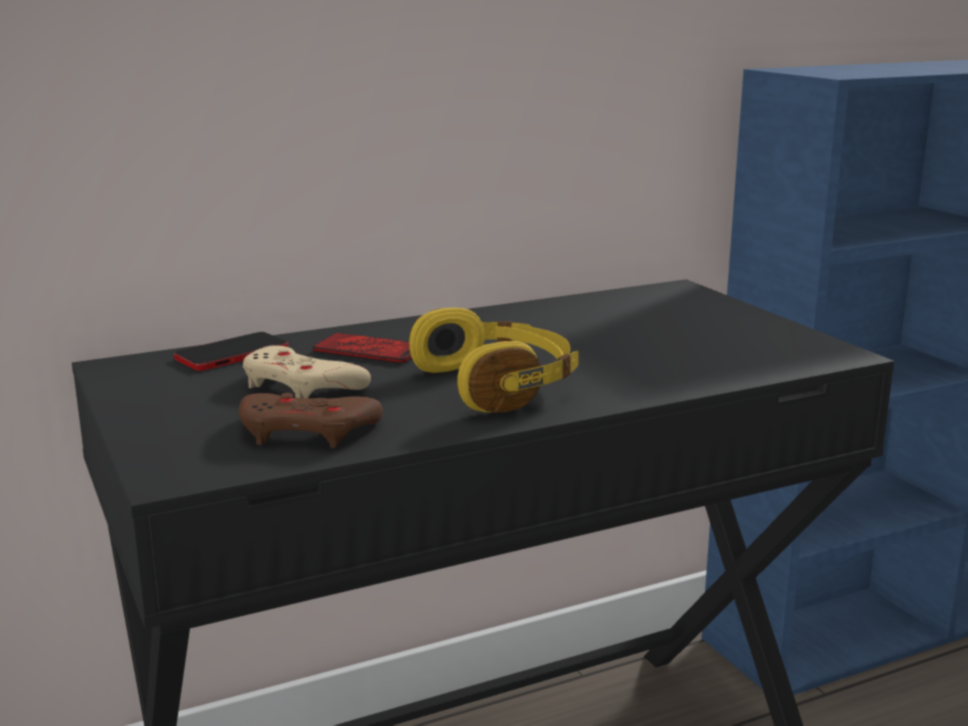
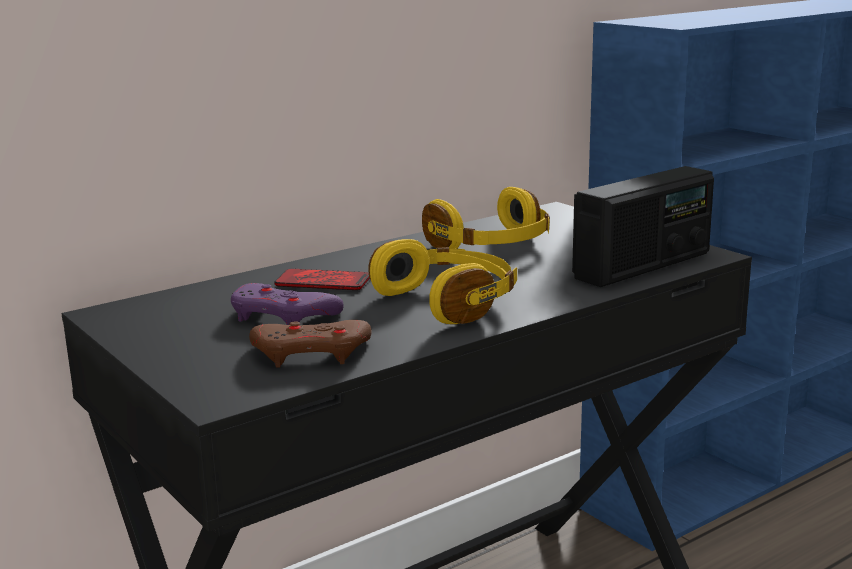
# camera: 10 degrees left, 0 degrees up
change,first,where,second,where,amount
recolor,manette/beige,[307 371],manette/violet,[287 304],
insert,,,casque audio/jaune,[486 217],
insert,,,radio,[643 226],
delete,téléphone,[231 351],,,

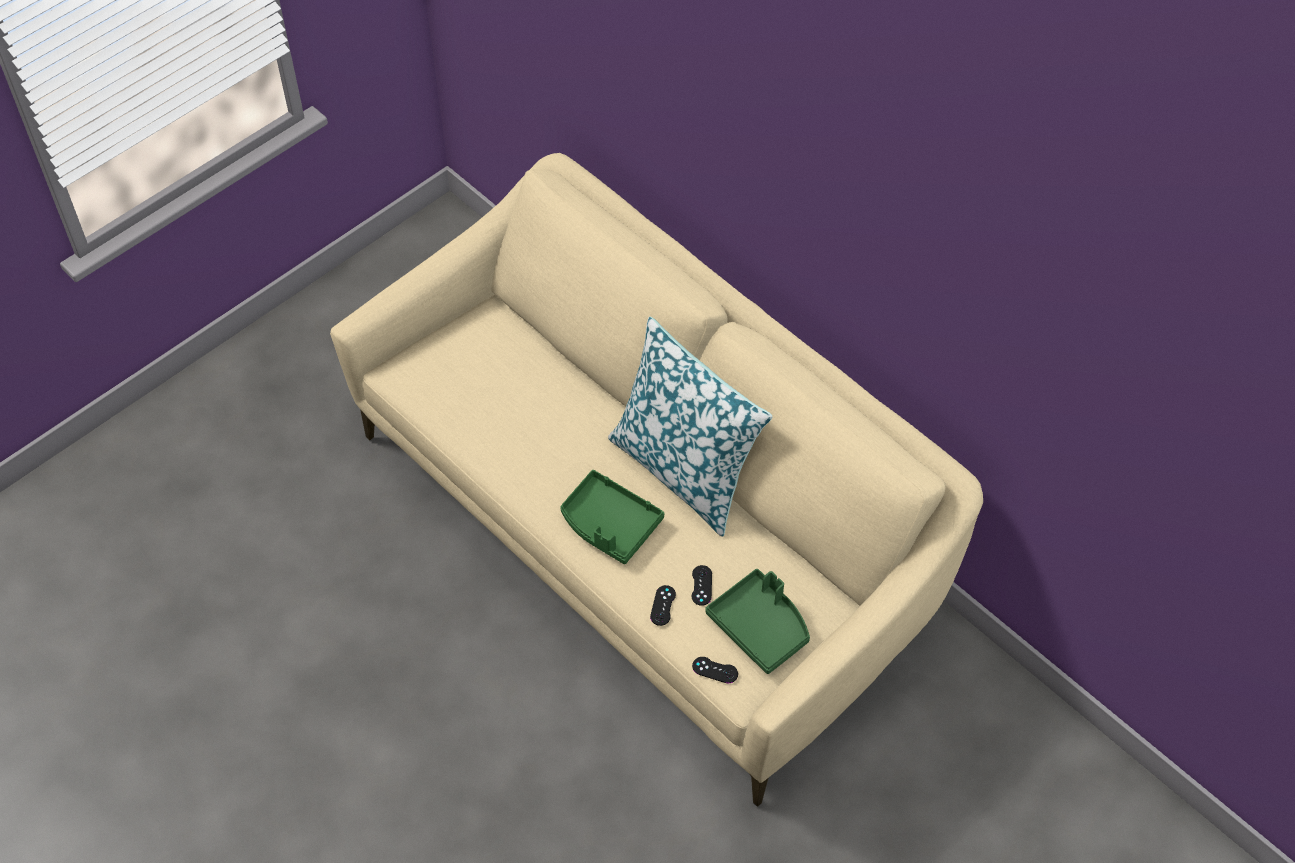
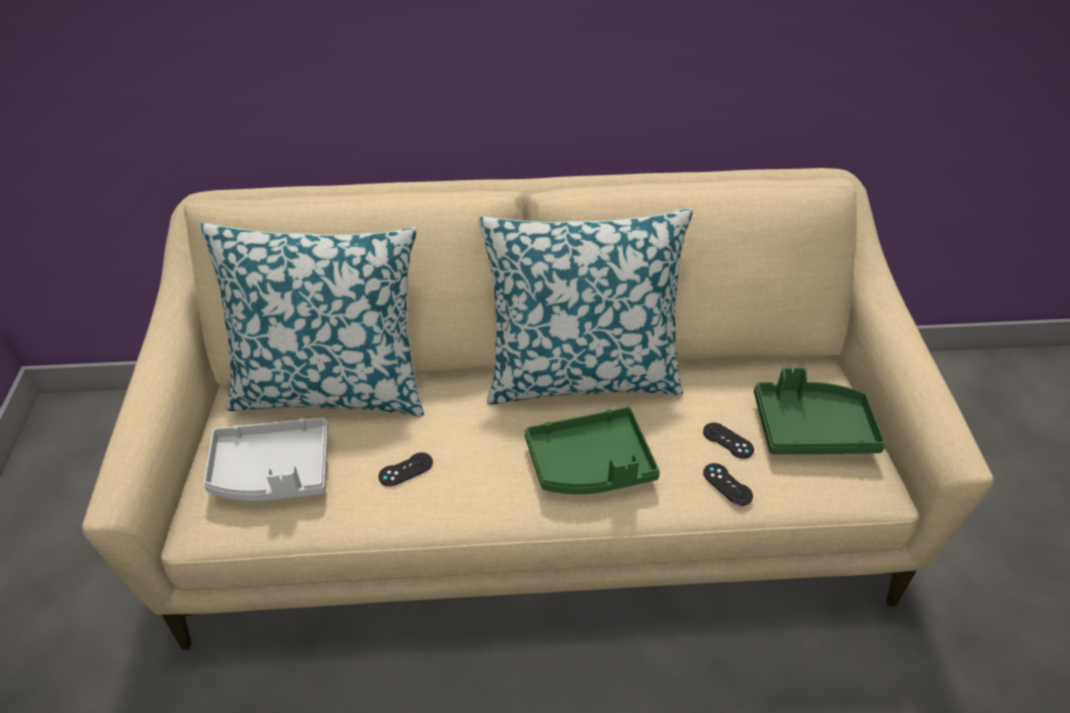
# camera: 50 degrees left, 10 degrees down
change,first,where,second,where,amount
insert,,,coussin,[312 319],
insert,,,plateau/gris,[266 459],
move,manette/noir,[715 670],,[405 469],

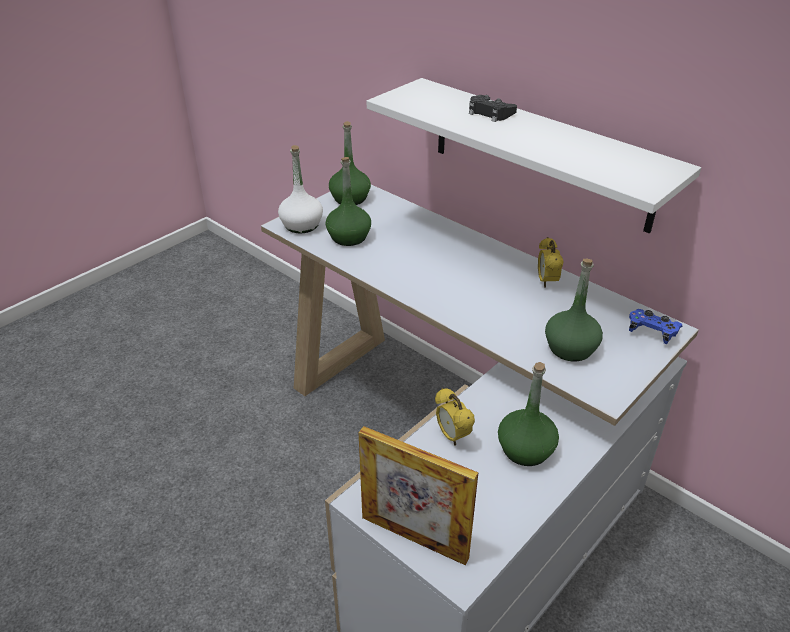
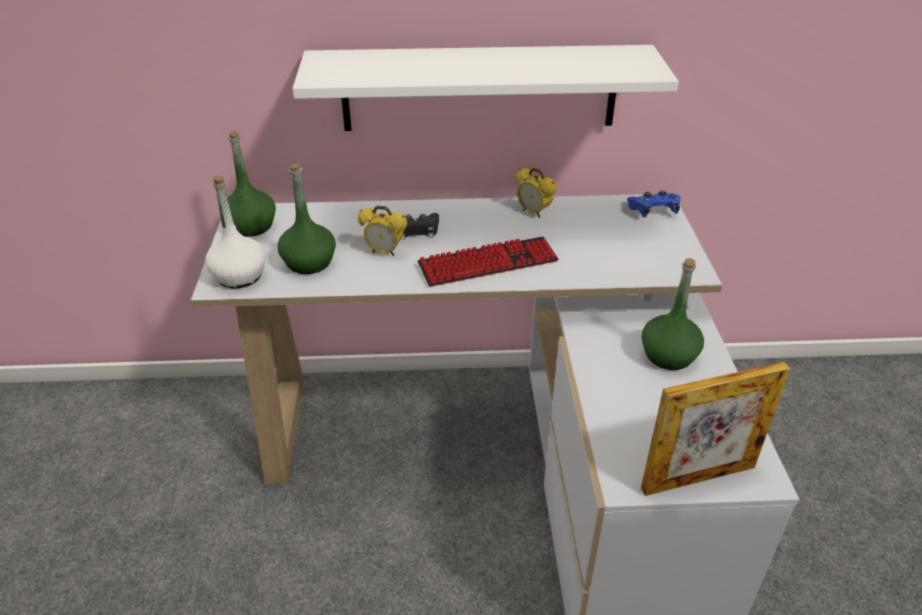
# camera: 45 degrees left, 0 degrees up
change,first,where,second,where,amount
move,réveil,[455 417],,[382 231],
move,manette/noir,[493 108],,[420 226],
insert,,,clavier,[488 261],
delete,bouteille/vert,[574 310],,,

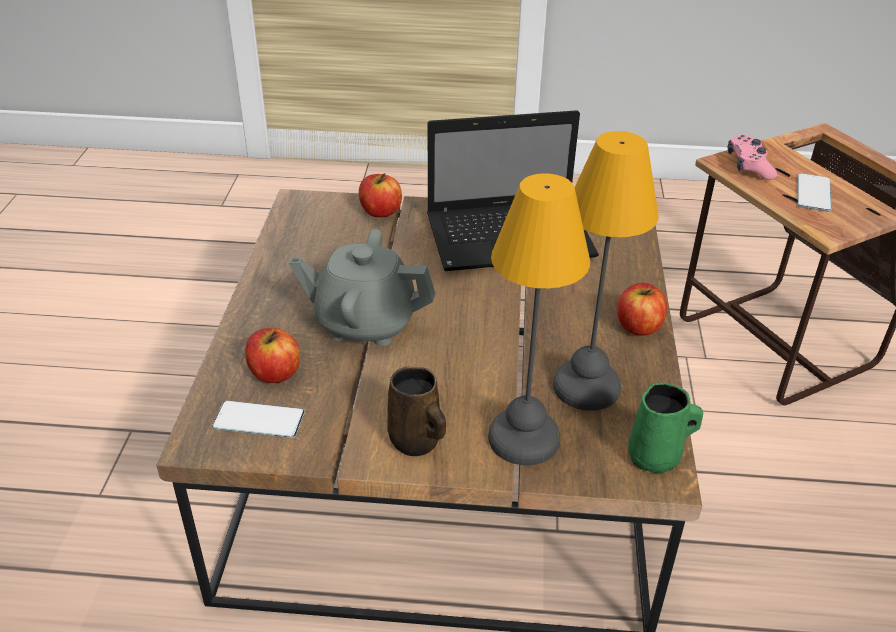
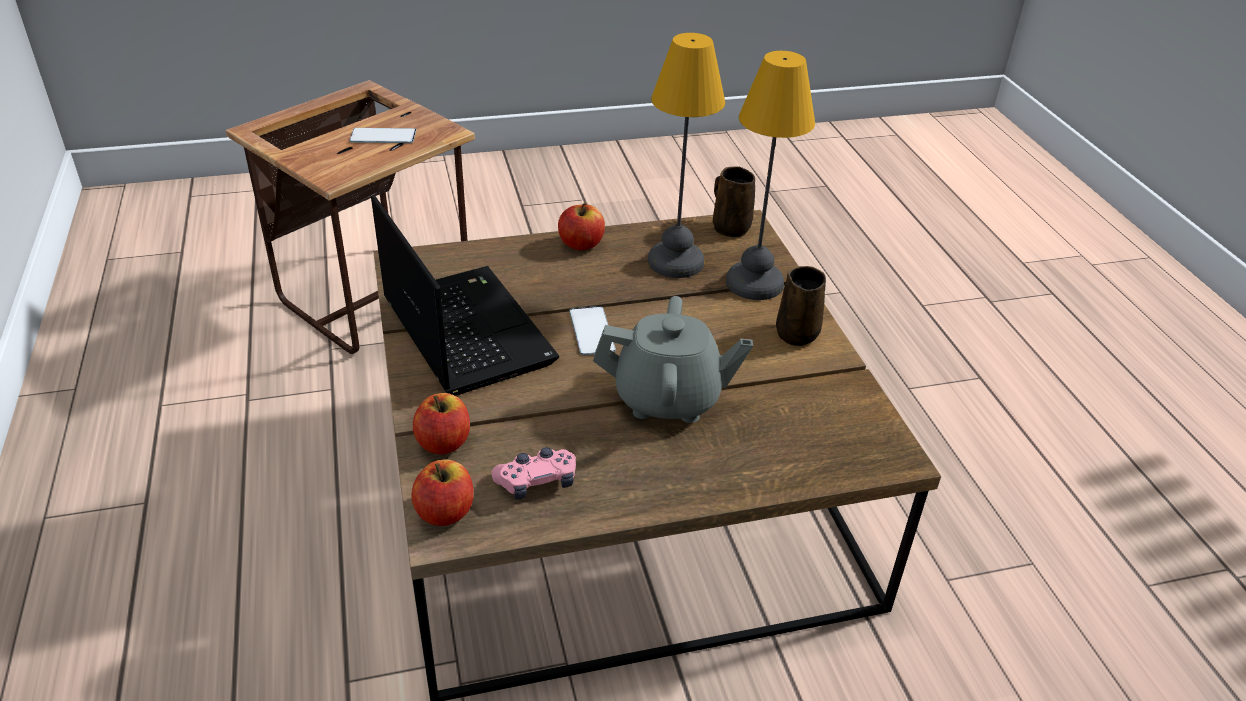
# camera: 110 degrees left, 0 degrees up
change,first,where,second,where,amount
move,pomme,[272 355],,[442 492],
move,manette/rose,[752 157],,[534 473],
move,téléphone,[258 419],,[592 330],
rotate,théière/gris,[362 287],,[673 359],75 degrees counterclockwise
recolor,mug/vert,[665 428],mug/marron,[734 201],

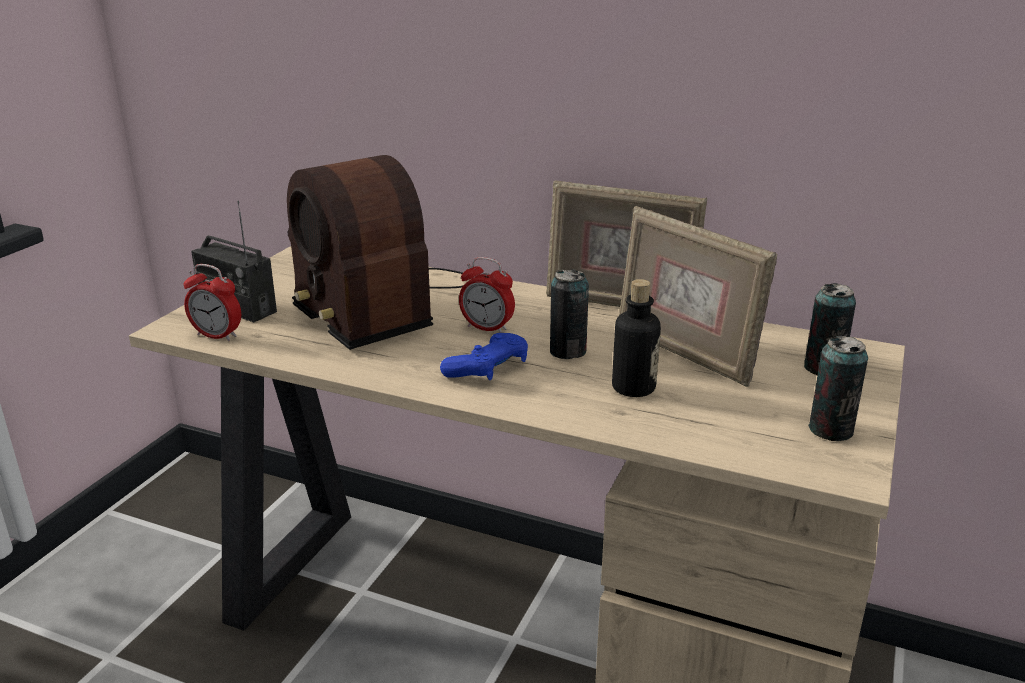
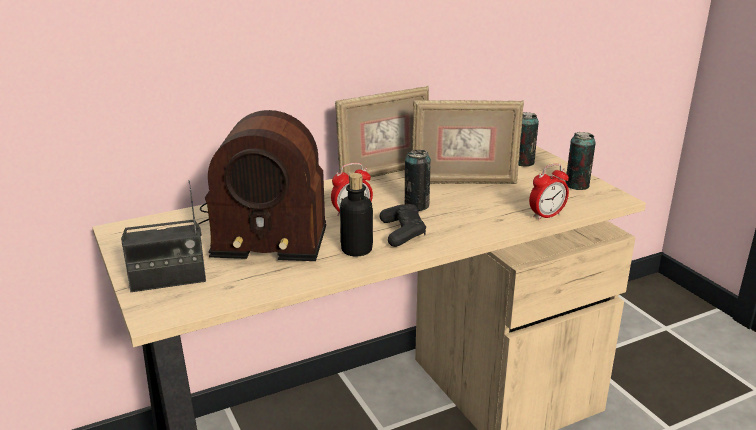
# camera: 50 degrees left, 0 degrees up
change,first,where,second,where,amount
move,bouteille,[636 338],,[356 214],
recolor,manette/bleu,[484 356],manette/noir,[403 225],
move,réveil,[212 302],,[549 192],

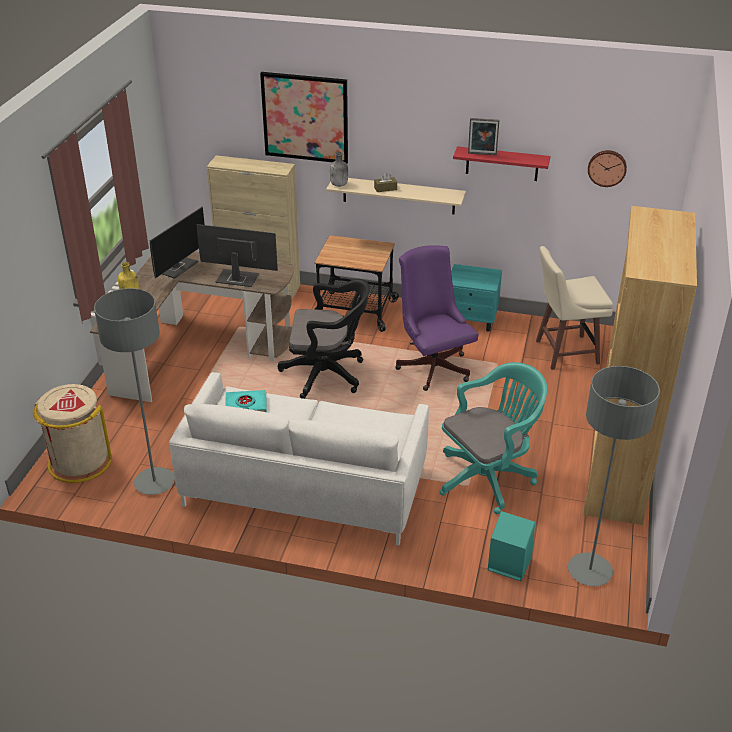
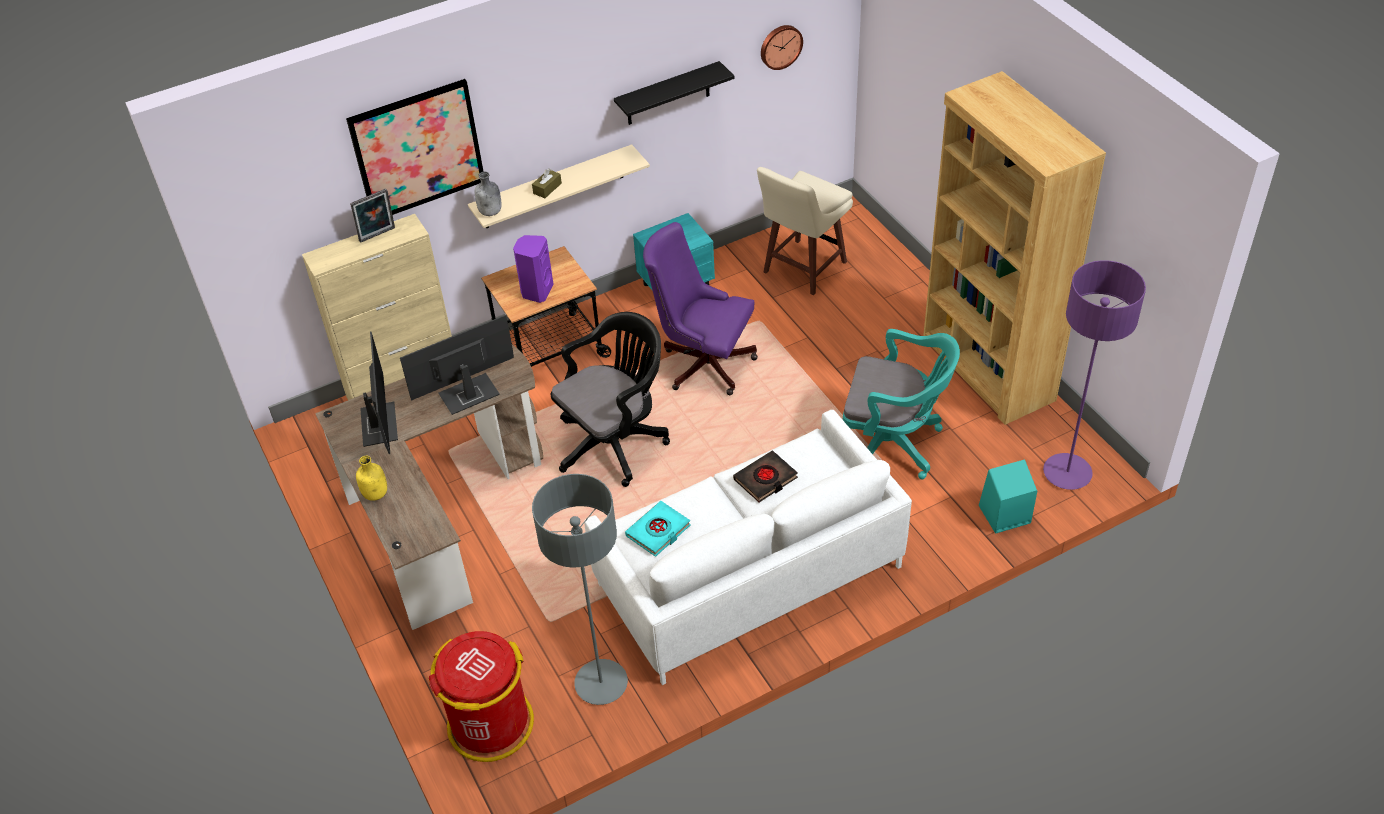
# camera: 40 degrees left, 10 degrees up
change,first,where,second,where,amount
move,cadre photo,[483 136],,[372 216],
recolor,poubelle/beige,[72 433],poubelle/rouge,[481 696],
insert,,,enceinte/violet,[533 269],
recolor,étagère/rouge,[501 163],étagère/noir,[674 93],
insert,,,livre/noir,[765 476],
rotate,chaise de bureau/turquoise,[493 438],,[901 404],90 degrees clockwise
recolor,lampadaire/gris,[614 476],lampadaire/violet,[1094 375],

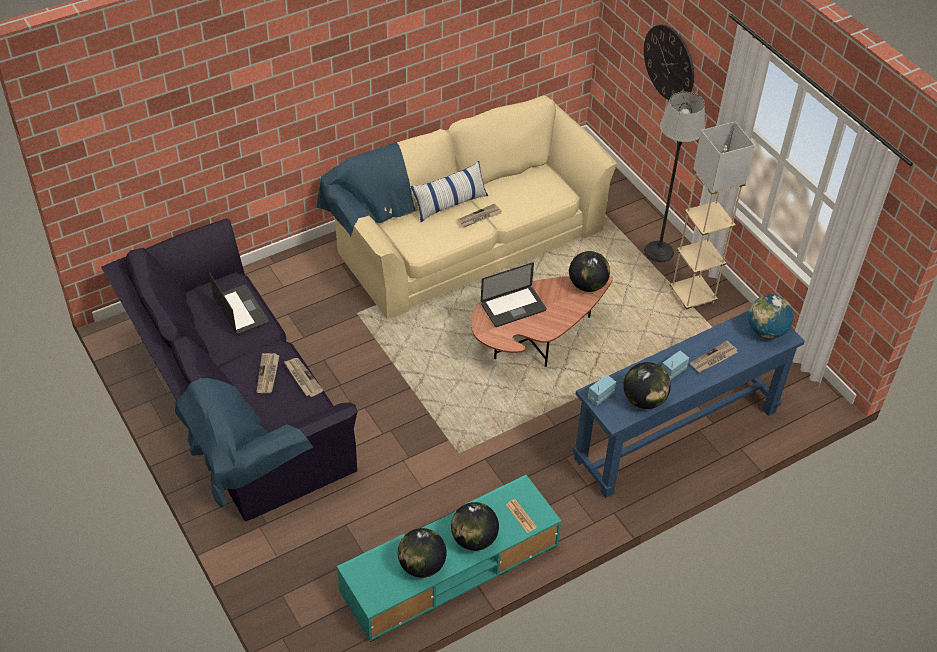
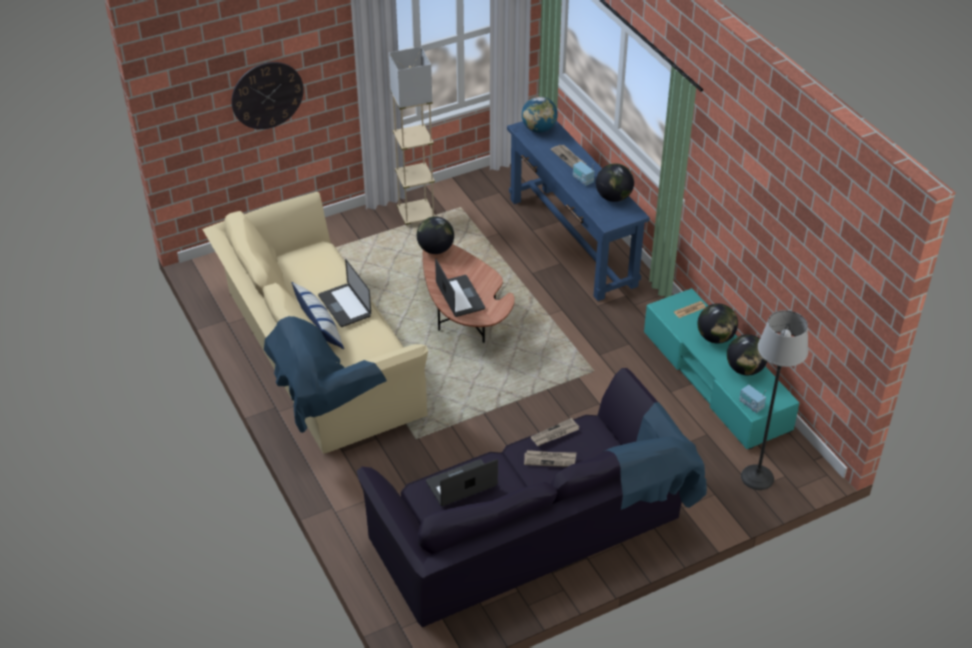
# camera: 85 degrees left, 5 degrees down
change,first,where,second,where,amount
replace,journal,[480 215],ordinateur portable,[344 293],
move,radio,[602 390],,[752 399],
move,lampadaire,[674 177],,[774 400],

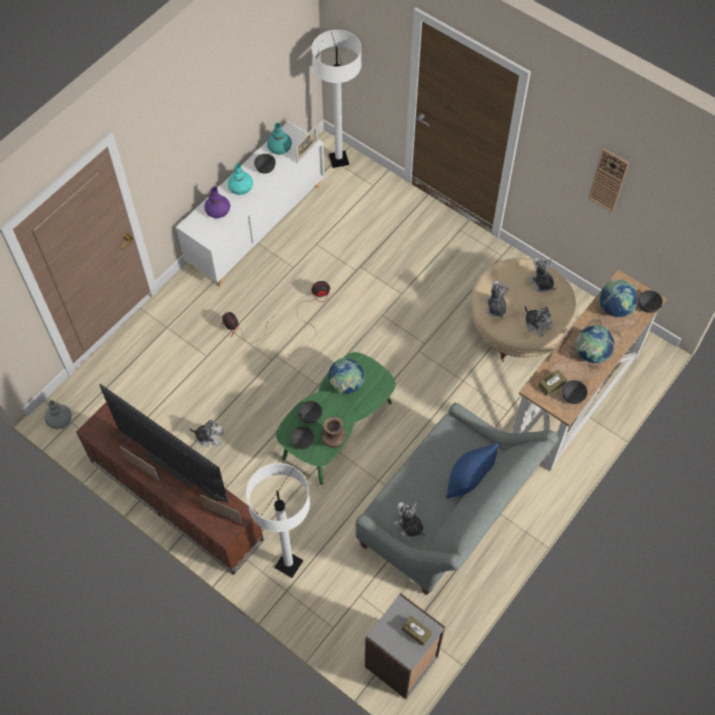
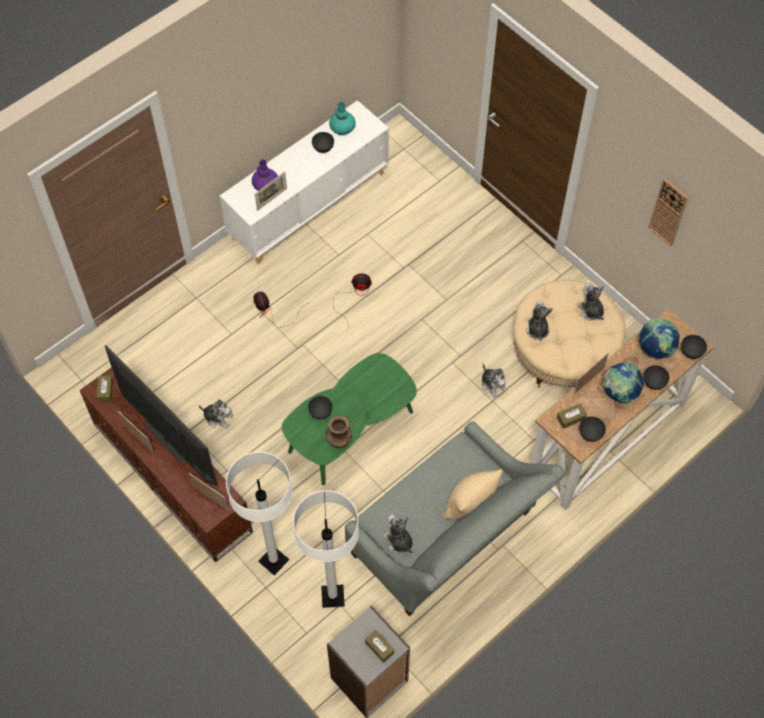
# camera: 10 degrees right, 0 degrees up
change,first,where,second,where,amount
insert,,,boîte à mouchoirs/marron,[105 389],
move,cadre photo,[307 143],,[271 191],
move,lampadaire/blanc,[336 99],,[326 549],
recolor,coussin/bleu,[472 471],coussin/beige,[473 494],
move,peluche,[539 321],,[494 380],
move,bol/gris,[302 437],,[656 377],
delete,vase/gris,[58 415],,,
delete,vase/turquoise,[240 179],,,
delete,globe,[346 376],,,

